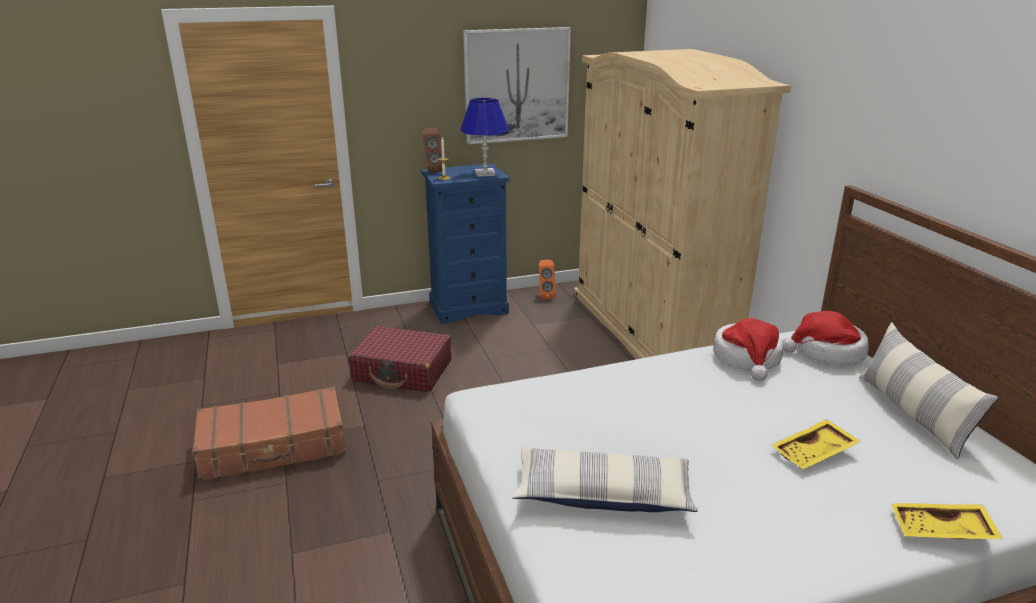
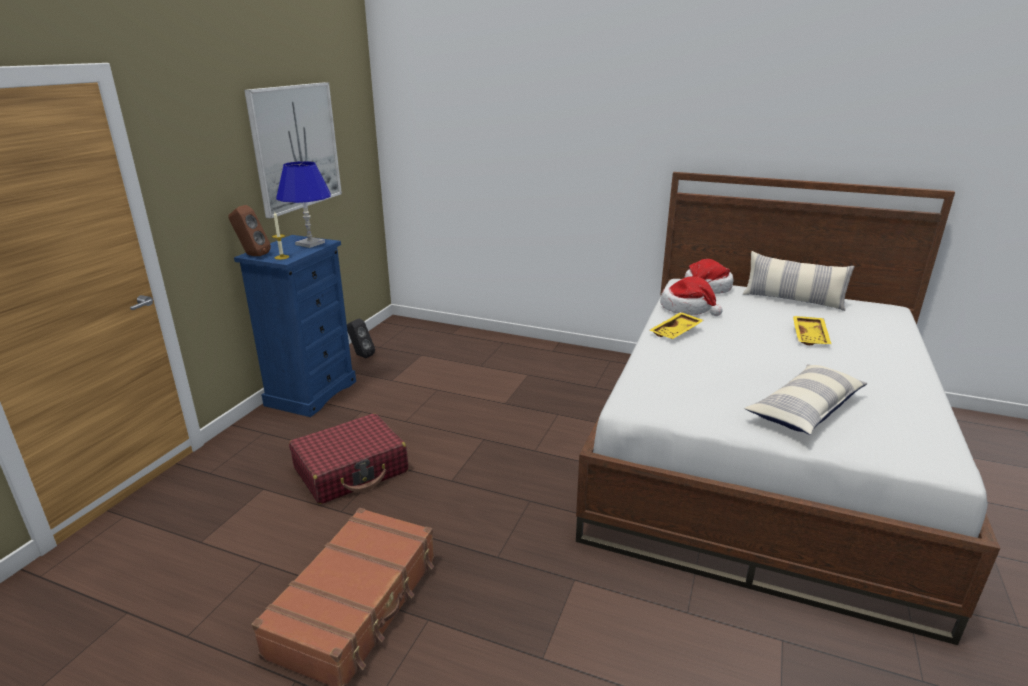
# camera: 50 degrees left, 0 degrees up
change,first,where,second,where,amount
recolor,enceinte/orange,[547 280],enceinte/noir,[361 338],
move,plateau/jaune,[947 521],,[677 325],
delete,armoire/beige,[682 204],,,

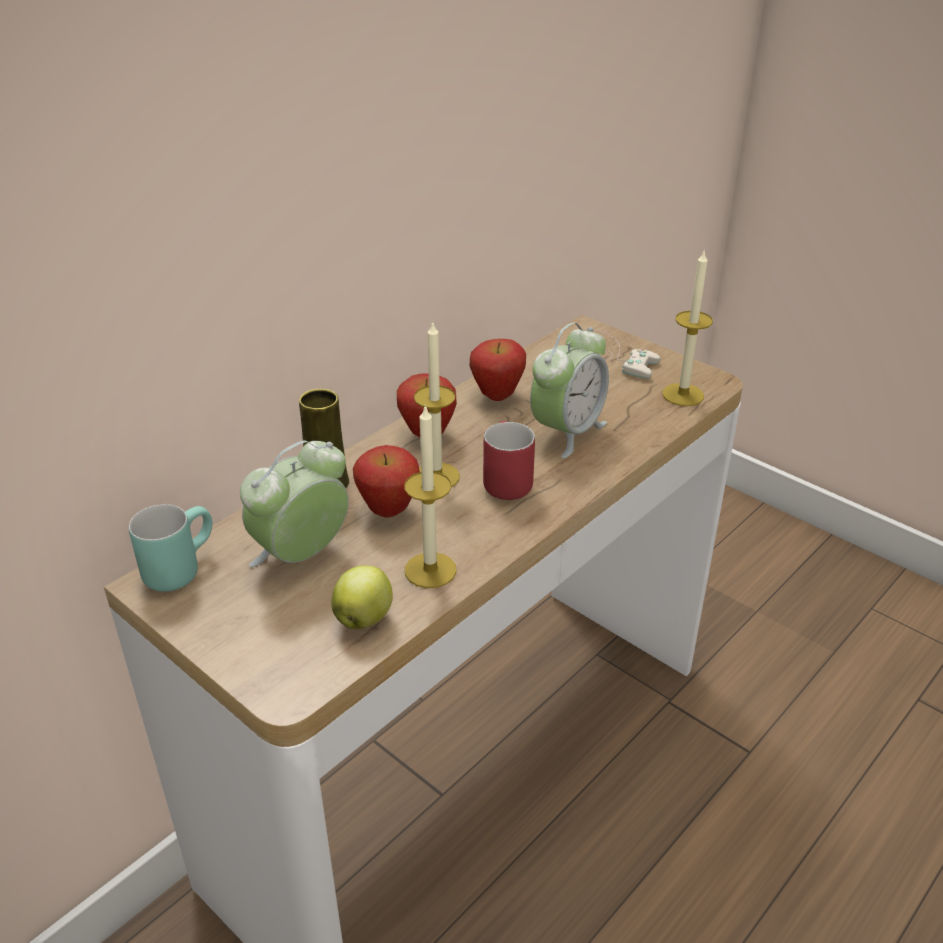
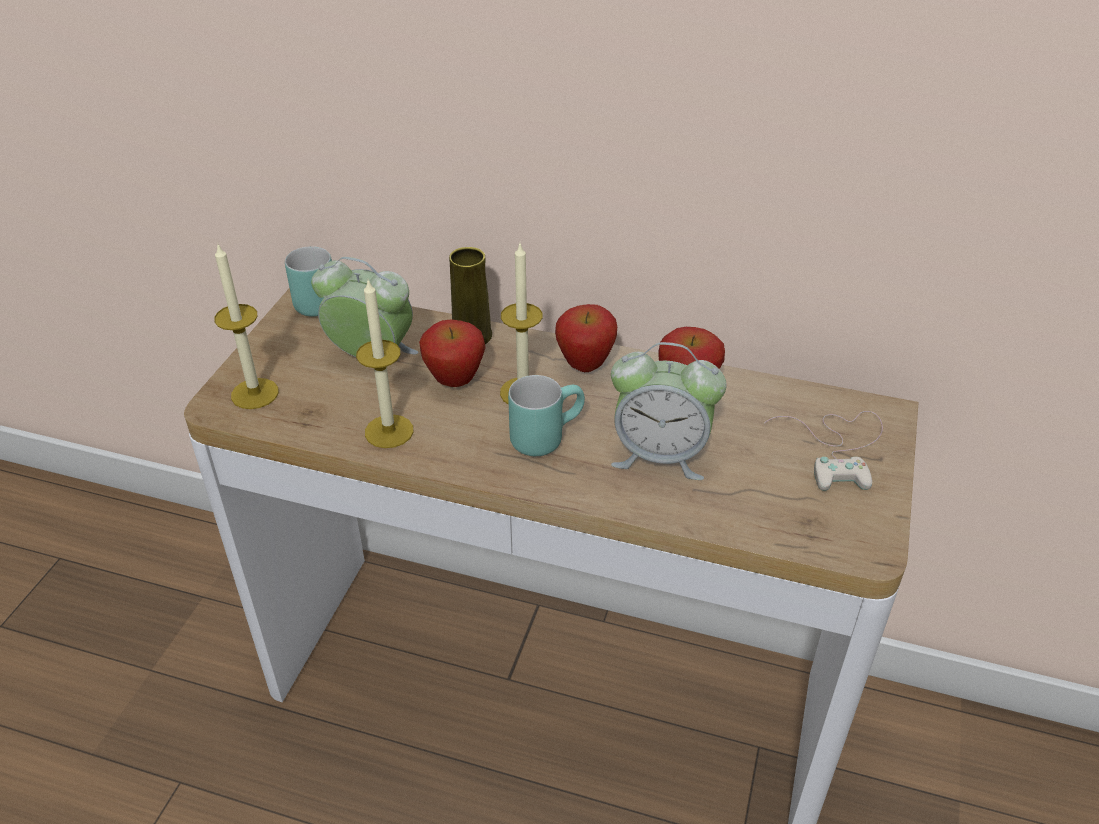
# camera: 65 degrees right, 5 degrees up
change,first,where,second,where,amount
move,bougie,[687 327],,[246 327],
recolor,mug/rouge,[509 460],mug/turquoise,[546 415],
delete,pomme,[362 597],,,

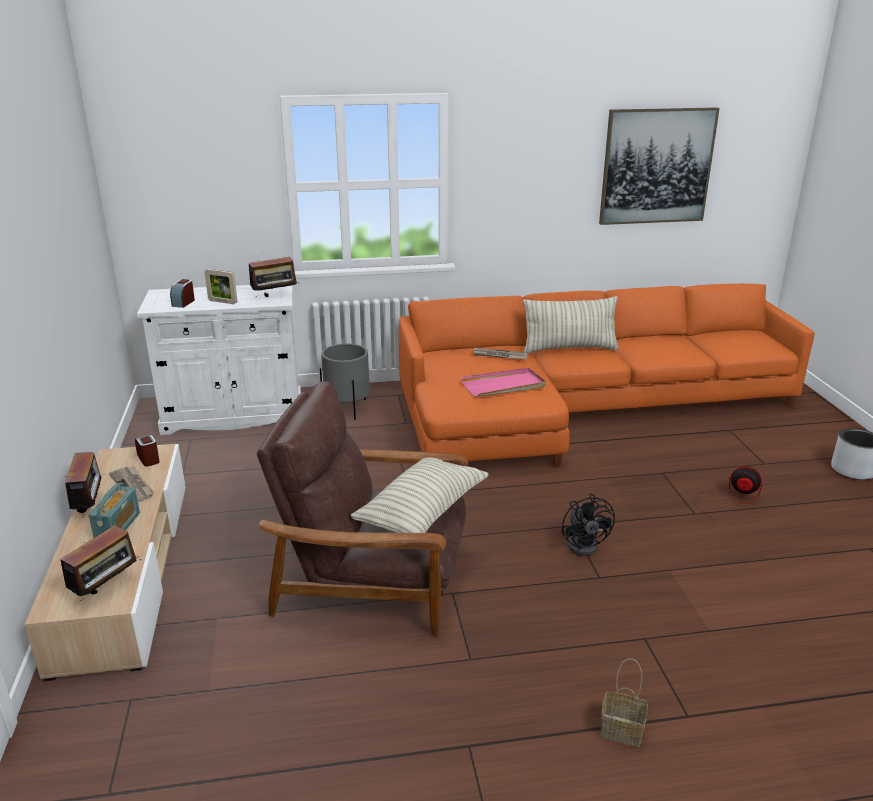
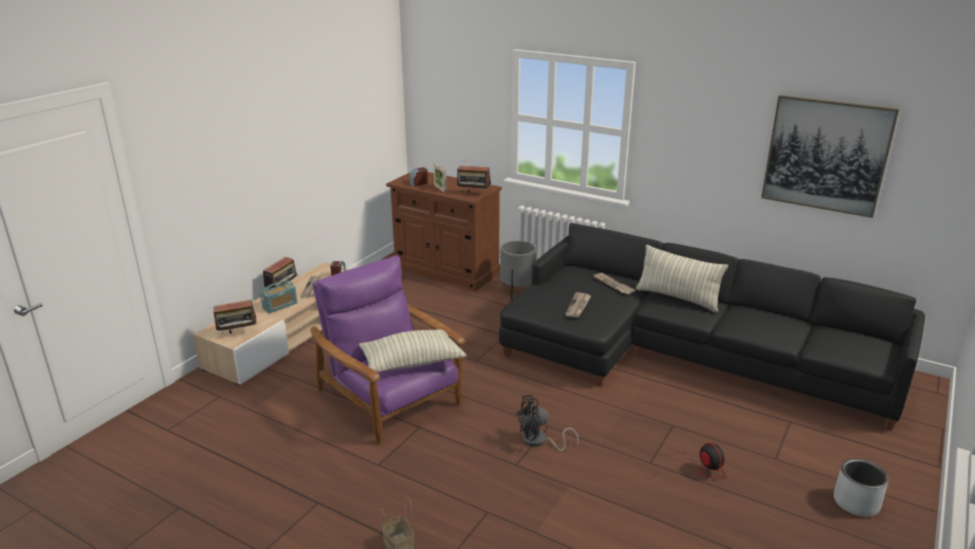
# camera: 40 degrees right, 0 degrees up
change,first,where,second,where,amount
recolor,fauteuil/marron,[362 509],fauteuil/violet,[387 349],
recolor,meuble de rangement/blanc,[219 360],meuble de rangement/marron,[444 231],
recolor,canapé/orange,[607 375],canapé/noir,[712 327],
rotate,ventilateur/noir,[588 525],,[547 423],45 degrees clockwise
replace,plateau/rose,[503 382],journal,[578 305],

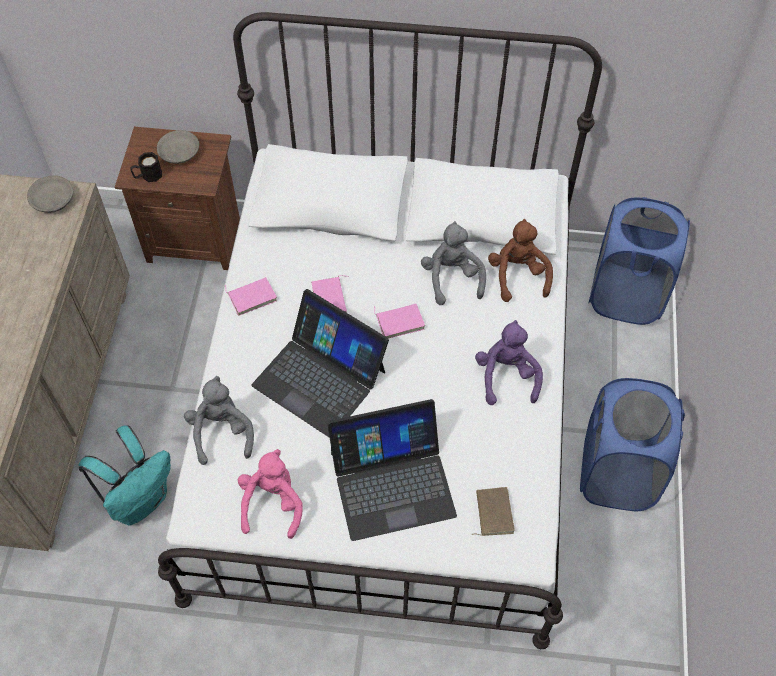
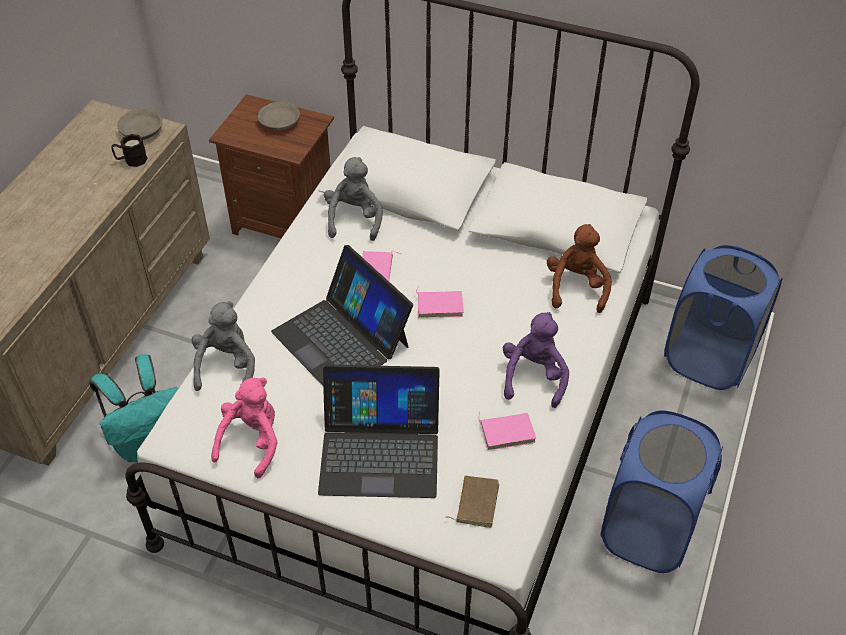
# camera: 15 degrees right, 10 degrees down
change,first,where,second,where,amount
move,mug/noir,[146 167],,[129 150],
move,peluche/gris,[453 263],,[353 199],
move,livre/rose,[251 296],,[507 431],

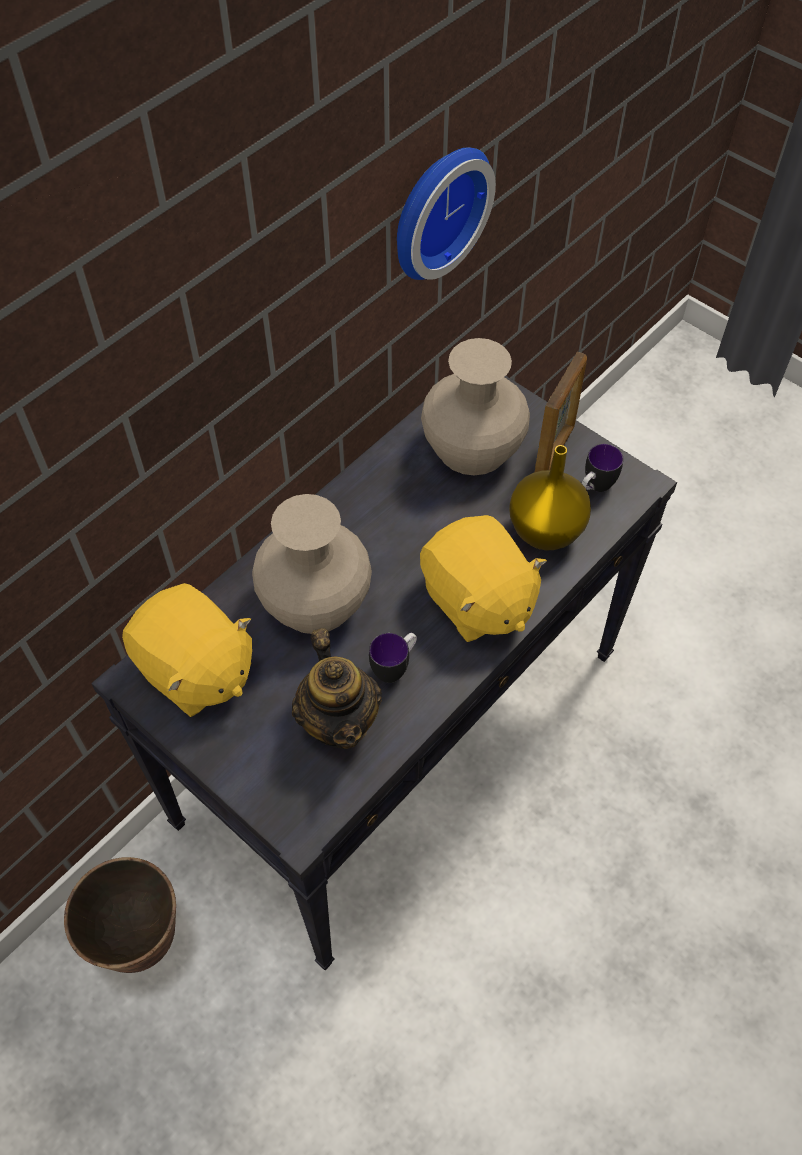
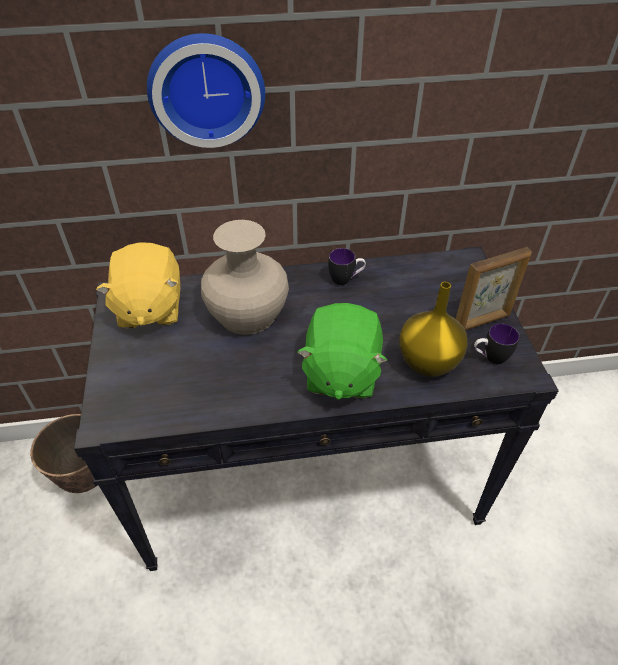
# camera: 40 degrees right, 10 degrees down
change,first,where,second,where,amount
move,horloge murale,[446 213],,[206 90],
recolor,peluche/jaune,[483 578],peluche/vert,[342 351],
move,mug,[393 658],,[347 266],
delete,théière,[337 688],,,
delete,vase/beige,[475 406],,,

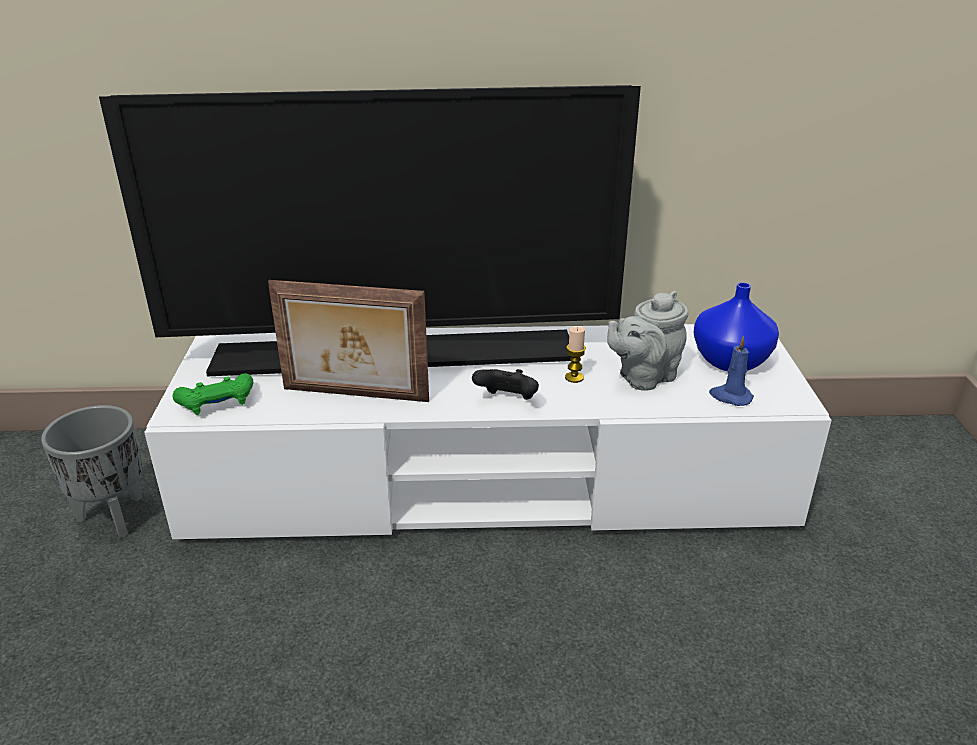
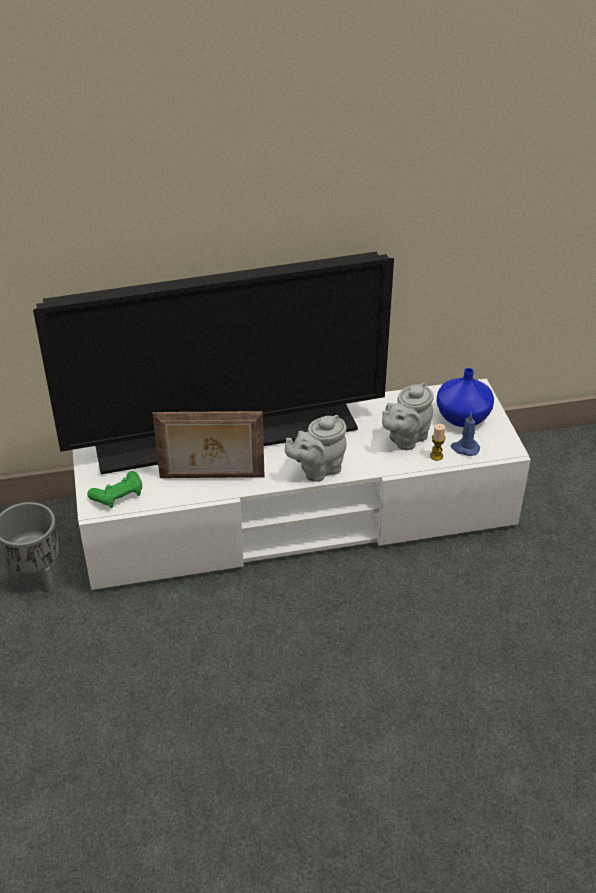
# camera: 10 degrees left, 10 degrees up
change,first,where,second,where,amount
replace,manette/noir,[505 384],théière/gris,[316 448],
move,bougie,[575 355],,[438 442],

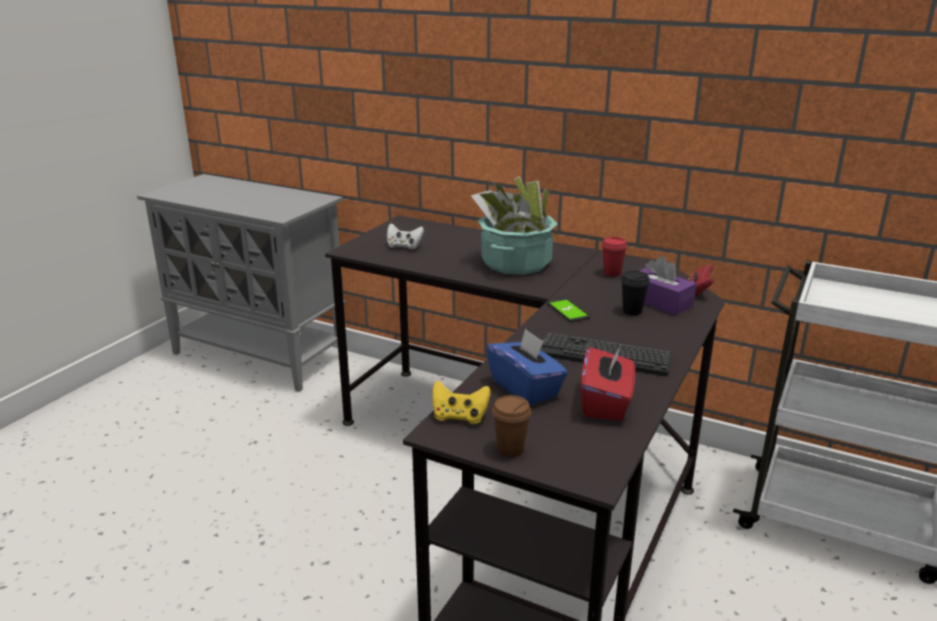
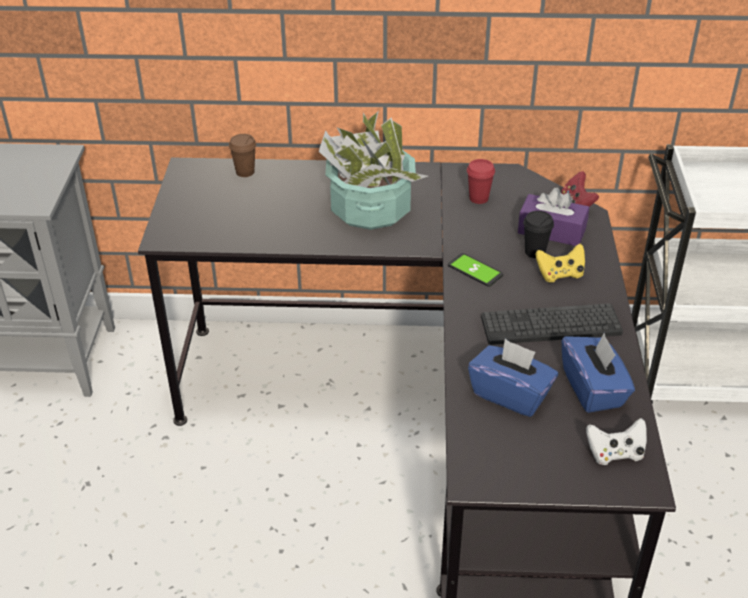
# camera: 25 degrees left, 15 degrees up
change,first,where,second,where,amount
move,tasse/marron,[511 426],,[242 155],
move,manette/jaune,[461 402],,[560 263],
recolor,boîte à mouchoirs/rouge,[608 384],boîte à mouchoirs/bleu,[598 372],
move,manette/blanc,[405 236],,[616 441],

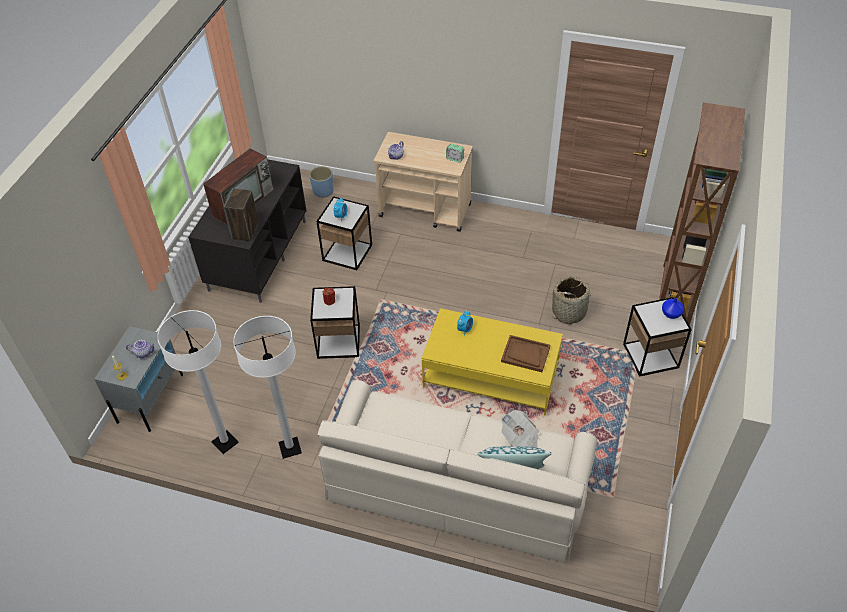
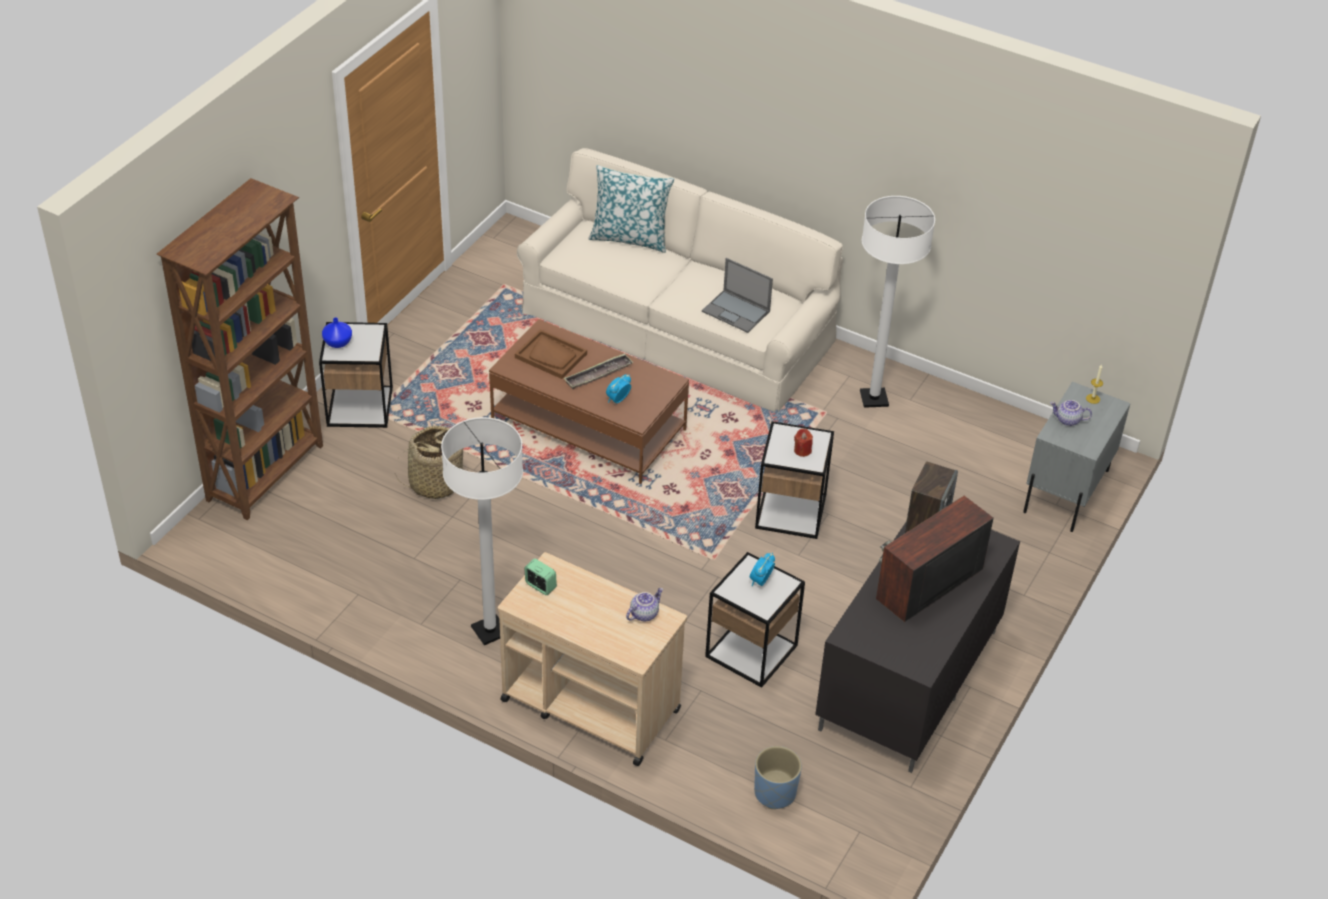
# camera: 170 degrees left, 5 degrees down
change,first,where,second,where,amount
move,lampadaire/blanc,[198 382],,[482 531],
recolor,table basse/jaune,[492 362],table basse/marron,[589 401],
insert,,,plateau,[598 371],
insert,,,ordinateur portable,[737 295],
delete,journal,[520 428],,,

